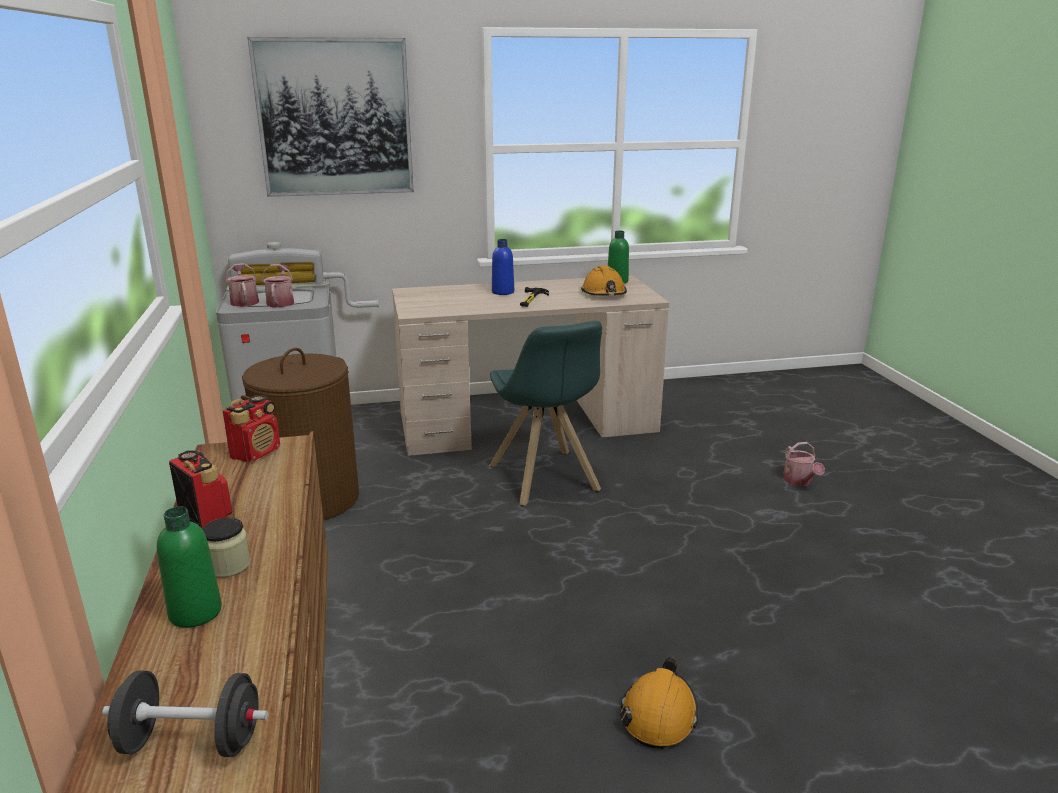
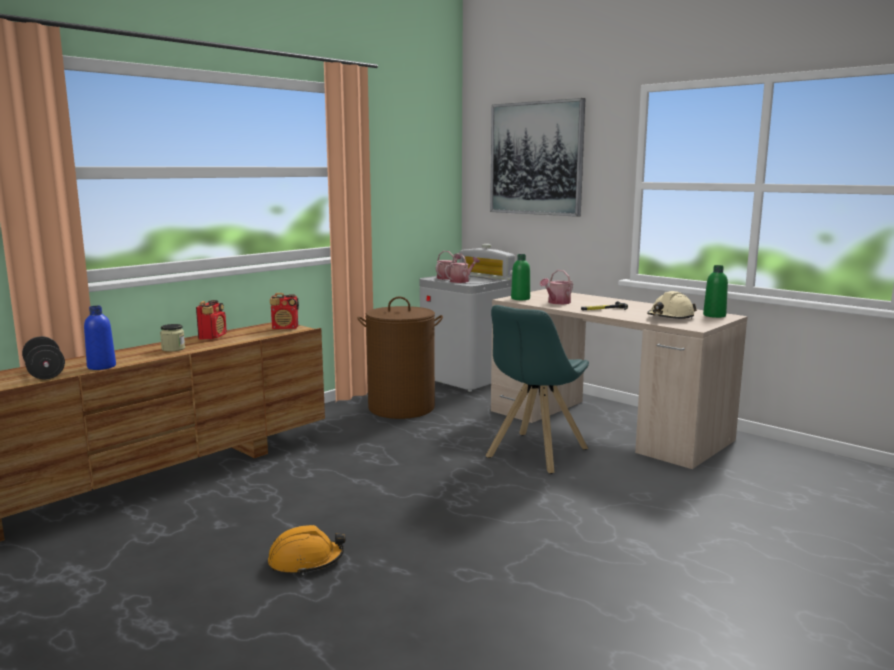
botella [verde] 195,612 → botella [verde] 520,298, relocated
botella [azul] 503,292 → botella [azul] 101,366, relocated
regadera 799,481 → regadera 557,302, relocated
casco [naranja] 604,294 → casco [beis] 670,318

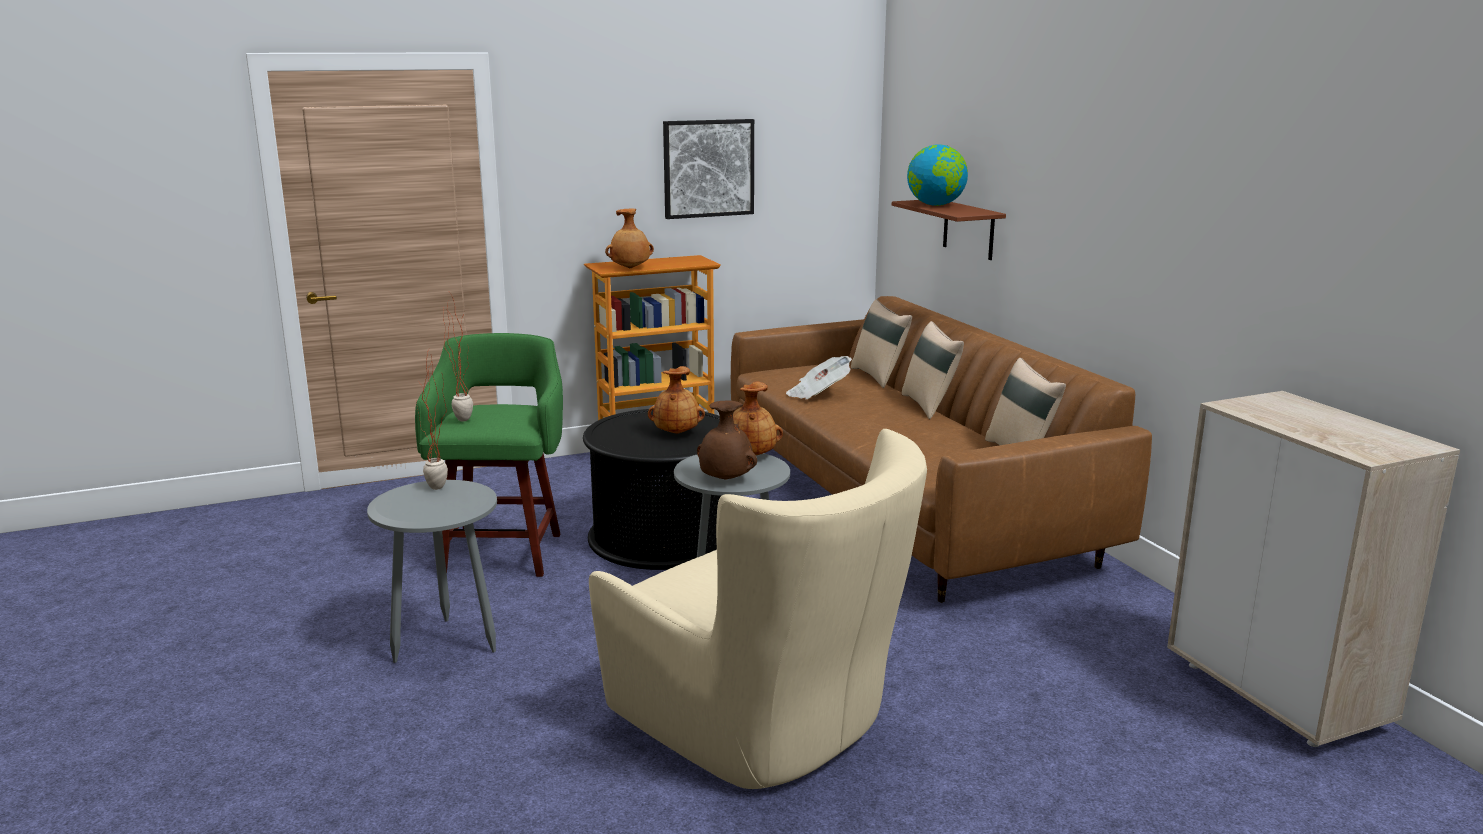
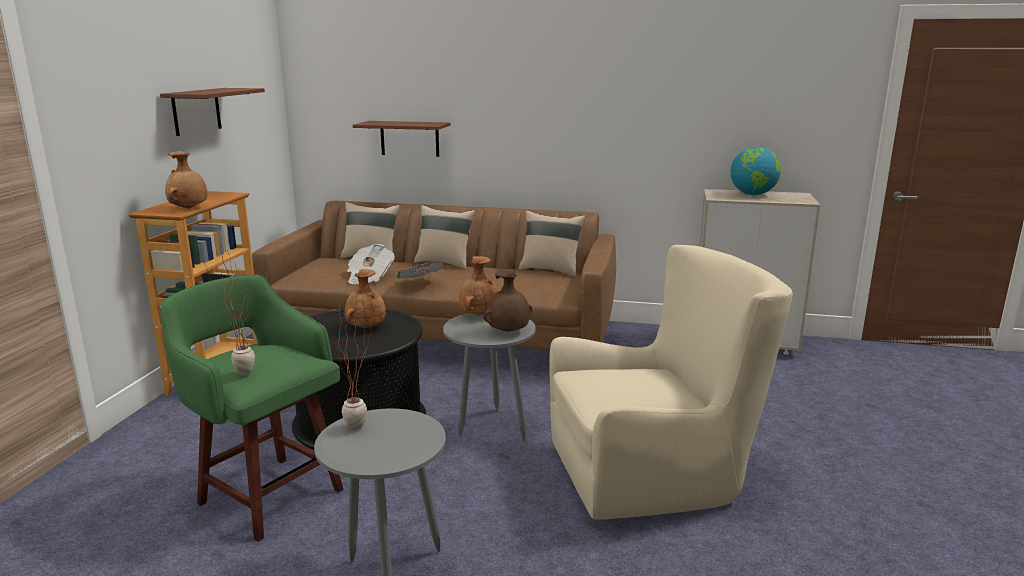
- → periódico 420,284
globo terráqueo 935,205 → globo terráqueo 753,194, relocated
cuadro 708,168 → estante [marrón] 196,111

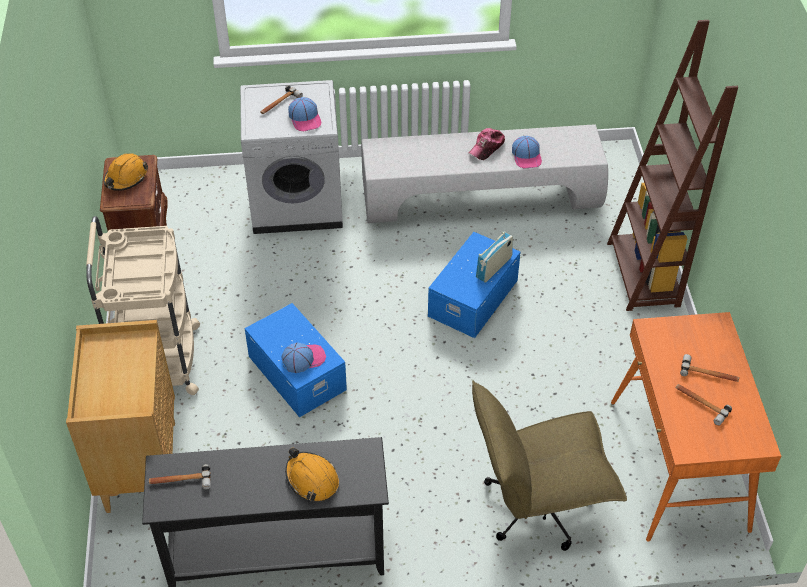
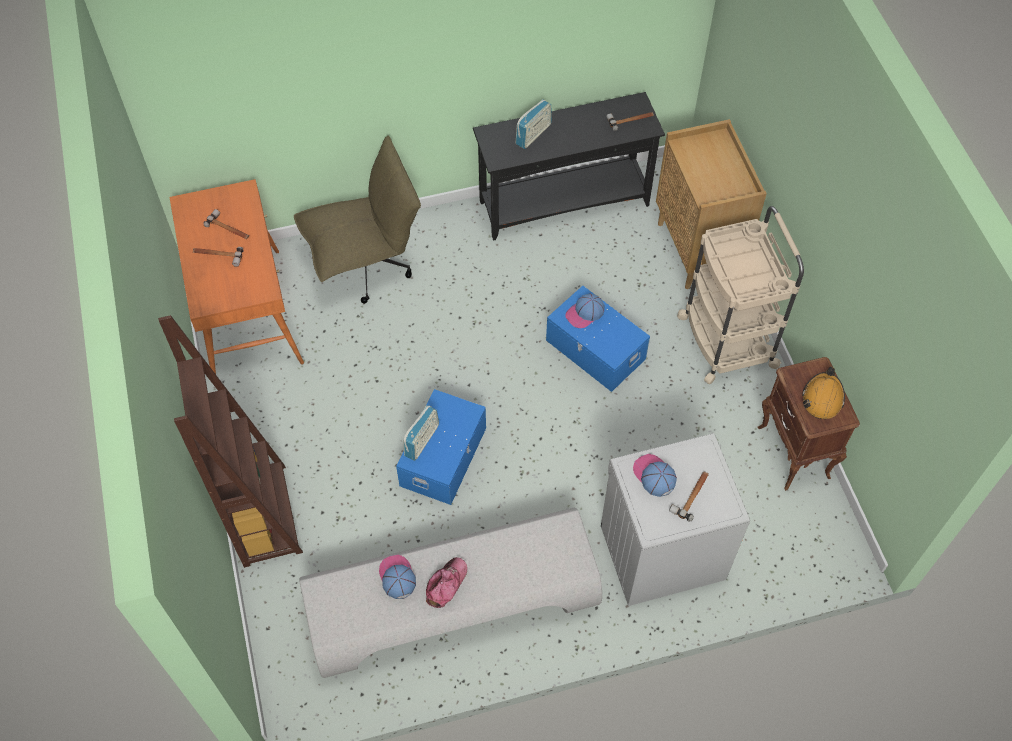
casco [naranja] 312,479 → radio 533,134

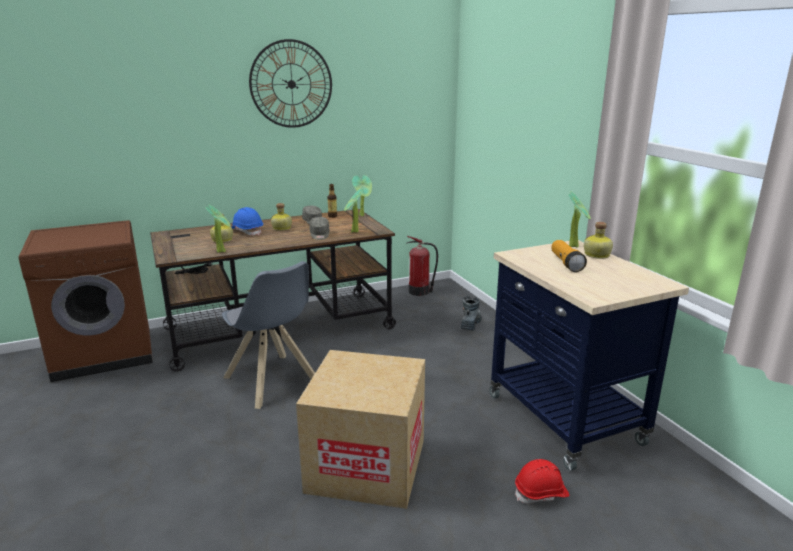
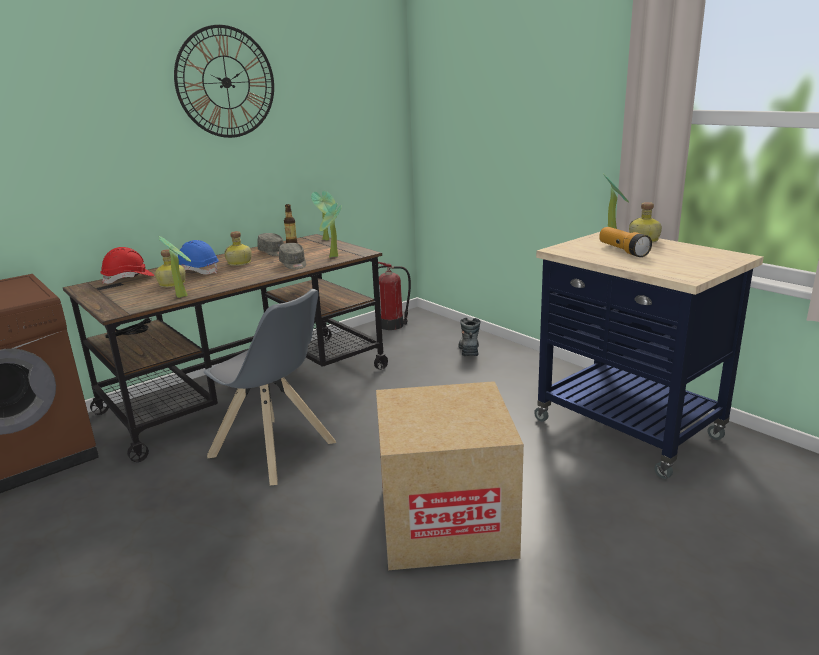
casco [rojo] 541,493 → casco [rojo] 128,279, relocated

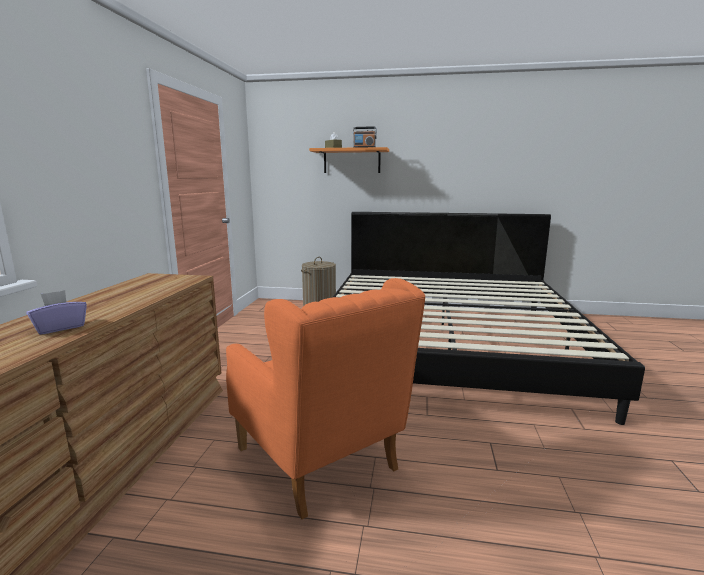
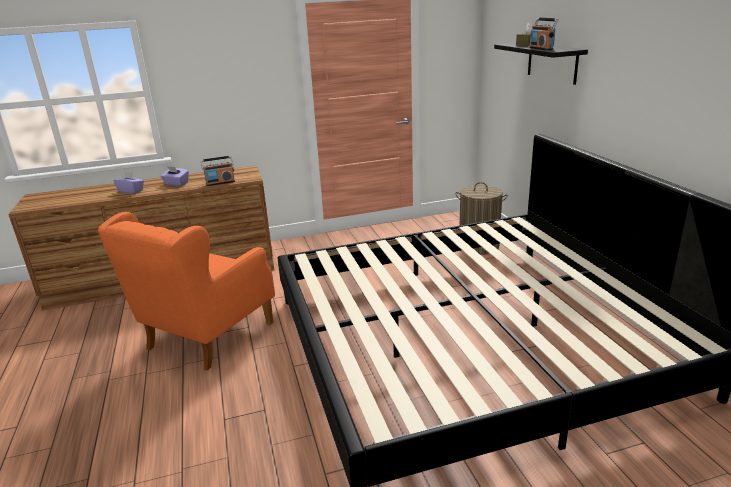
- → caja de pañuelos [morado] 176,184
- → radio 220,183
estante [naranja] 352,161 → estante [negro] 552,62

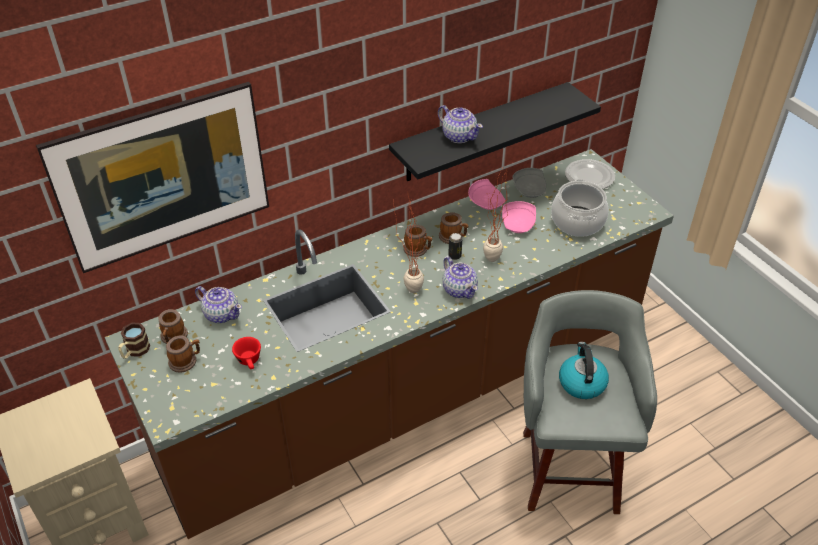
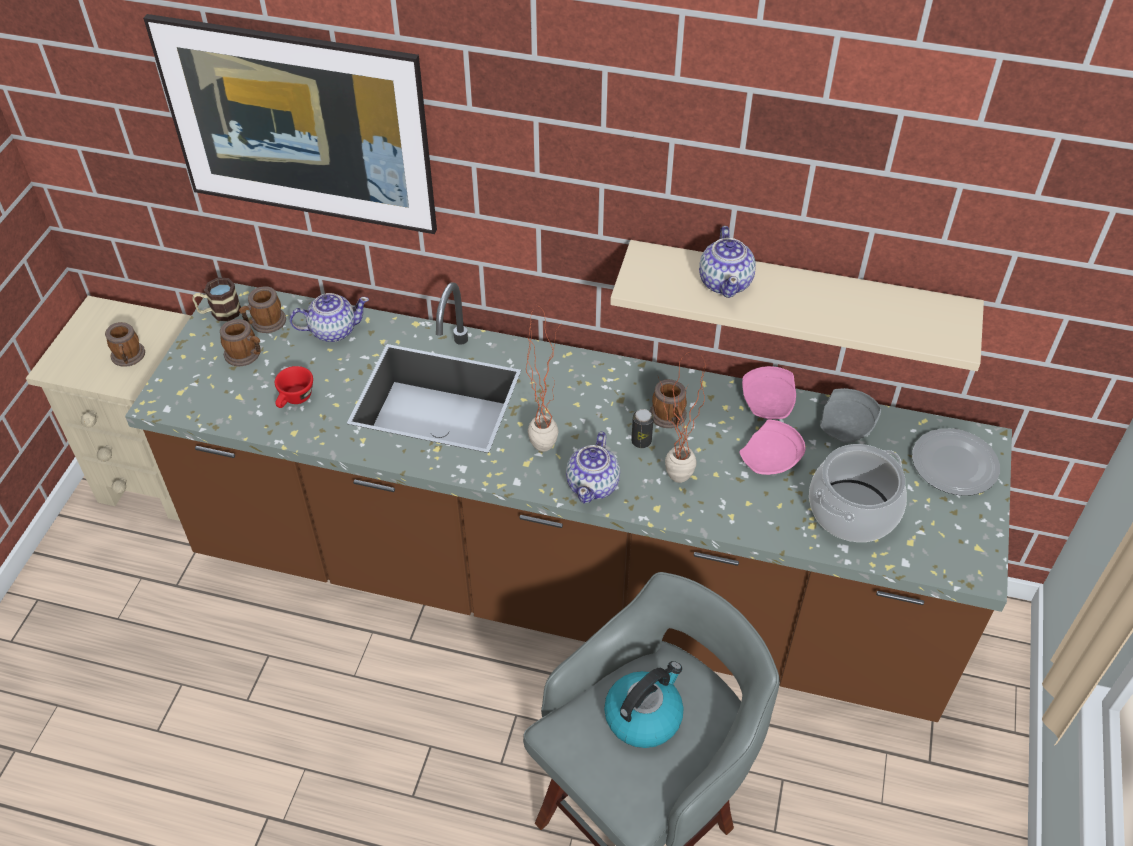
taza grande 418,249 → taza grande 128,358, relocated
estante [negro] 480,132 → estante [beis] 796,299
tetera 221,314 → tetera 332,330, 90 degrees counterclockwise

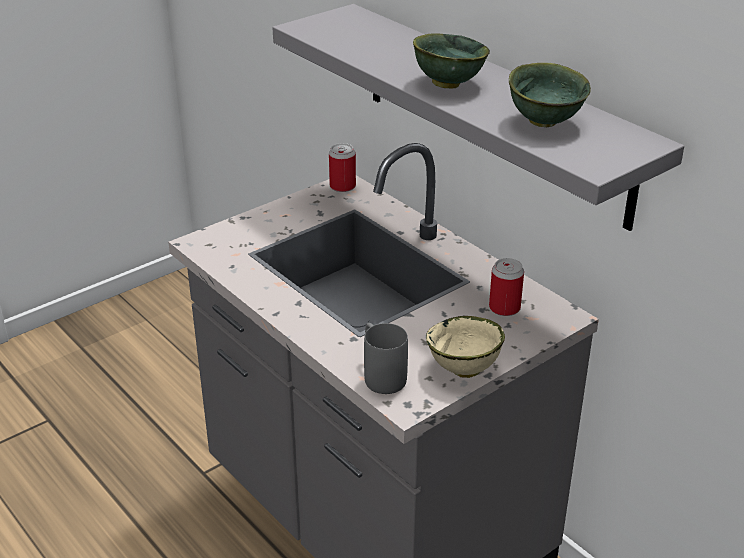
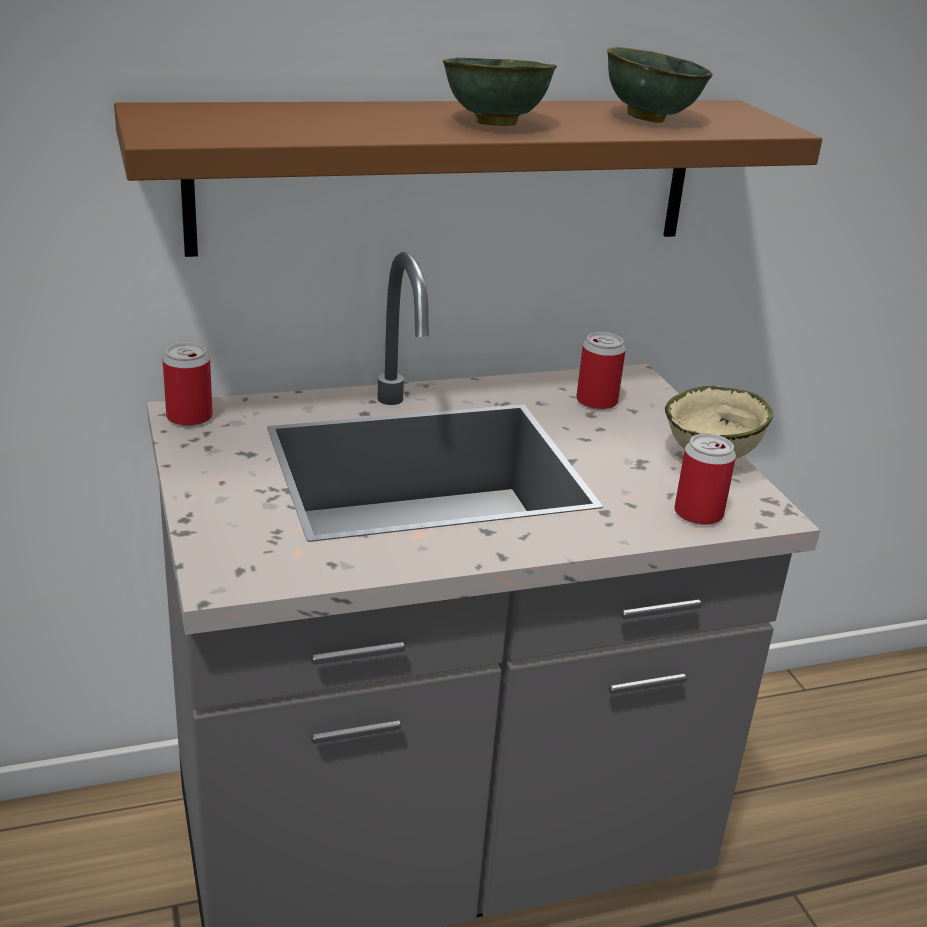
taza grande [gris] 380,375 → lata 698,514
estante [gris] 493,112 → estante [marrón] 448,174

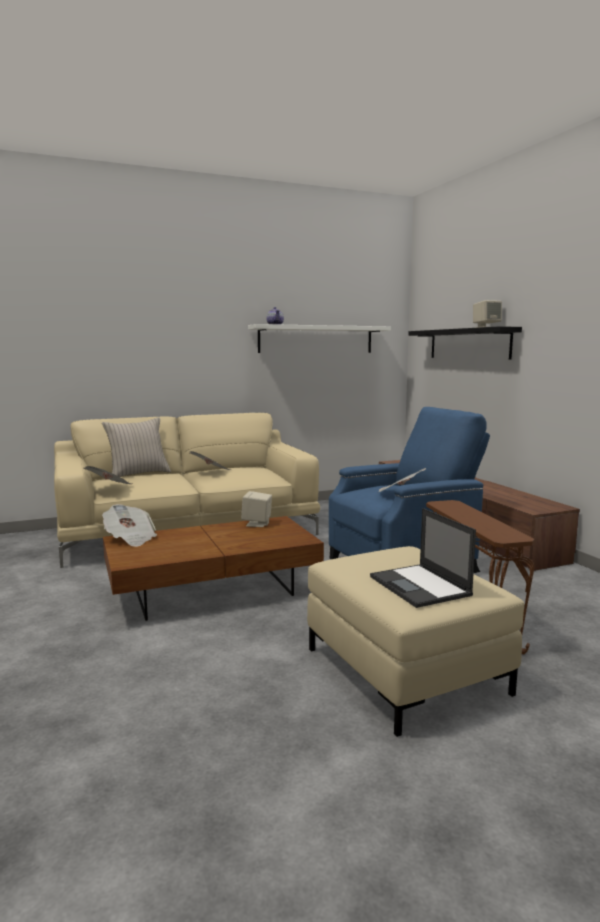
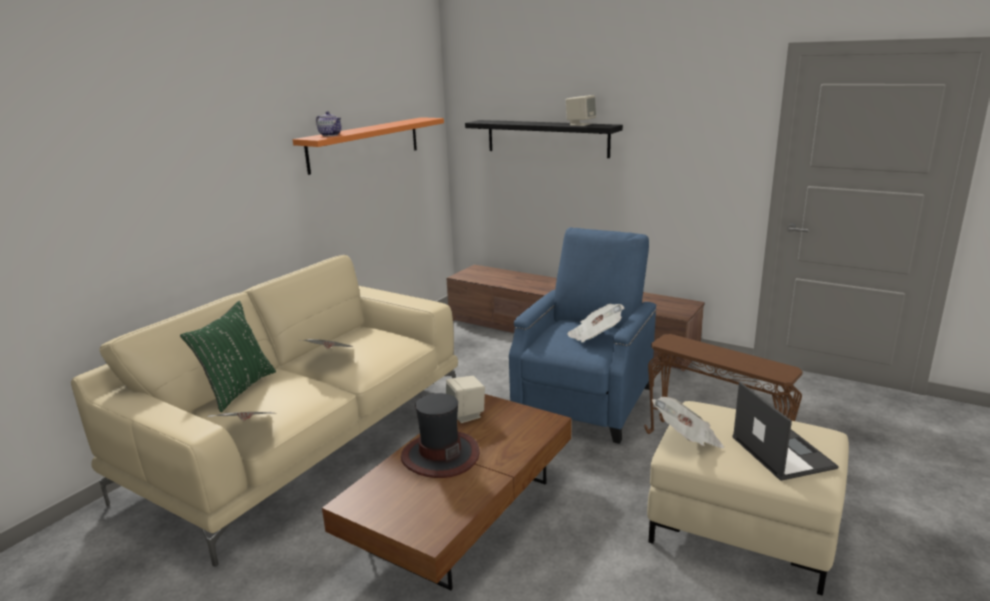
- → sombrero 440,455
periódico 130,539 → periódico 687,439, relocated
cojín [beis] 138,474 → cojín [verde] 237,389
estante [blanco] 316,339 → estante [naranja] 365,144
portátil 420,586 → portátil 781,452, 135 degrees counterclockwise

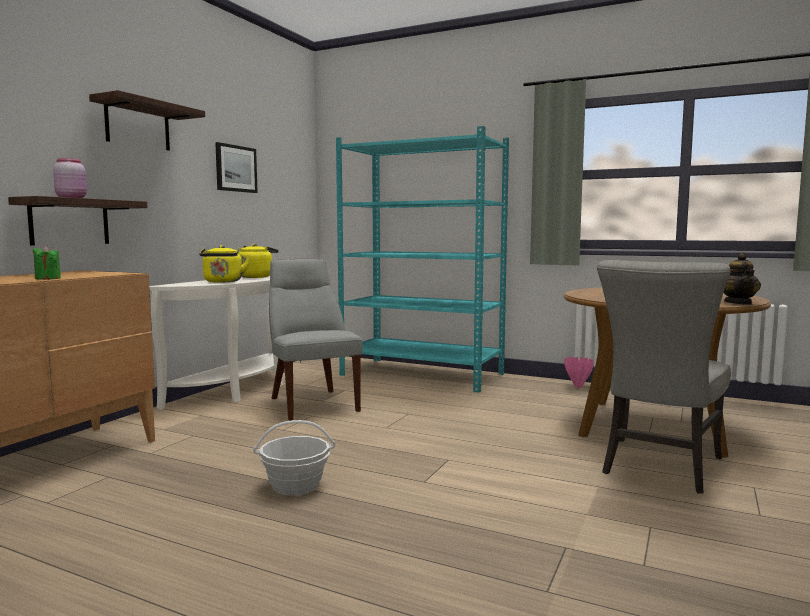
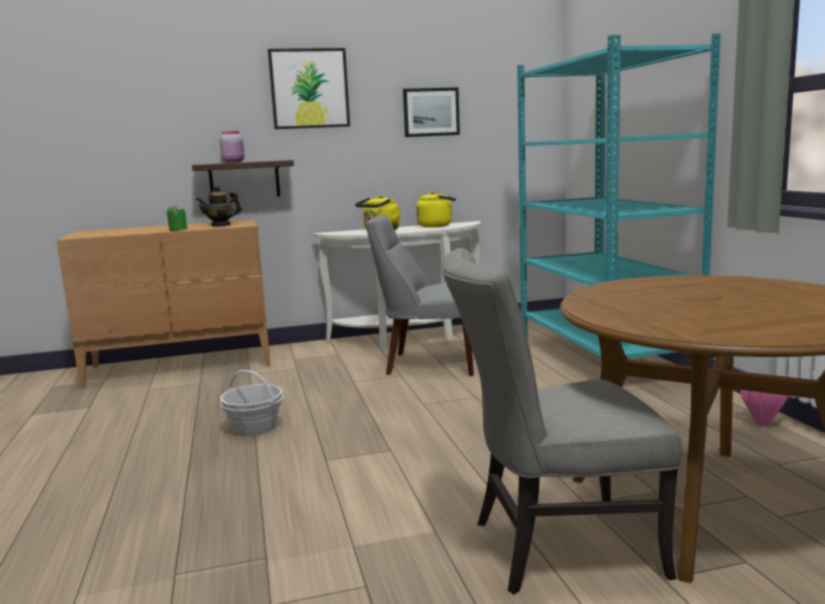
tetera 738,303 → tetera 221,225, relocated
estante 138,125 → cuadro 309,88
silla [gris] 312,403 → silla [gris] 428,364, 105 degrees counterclockwise

